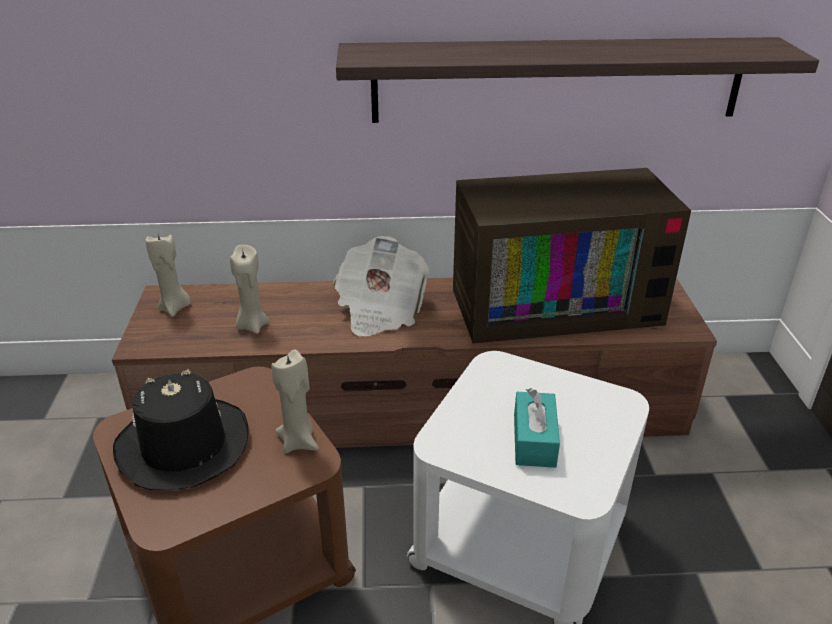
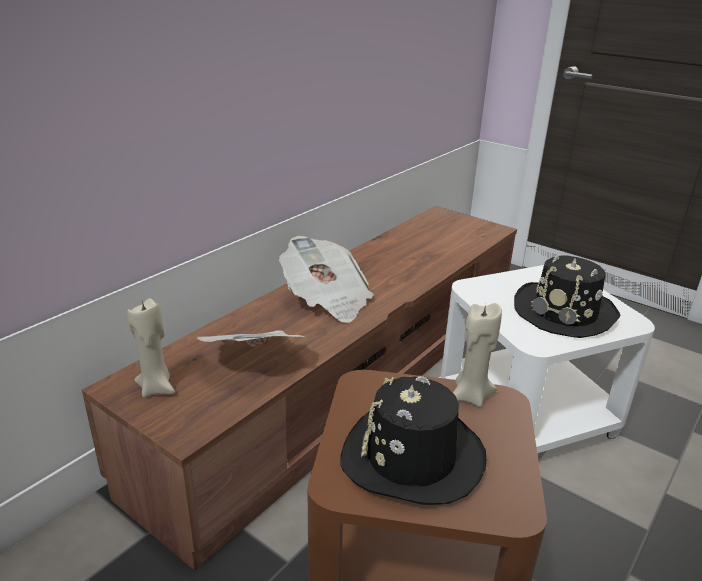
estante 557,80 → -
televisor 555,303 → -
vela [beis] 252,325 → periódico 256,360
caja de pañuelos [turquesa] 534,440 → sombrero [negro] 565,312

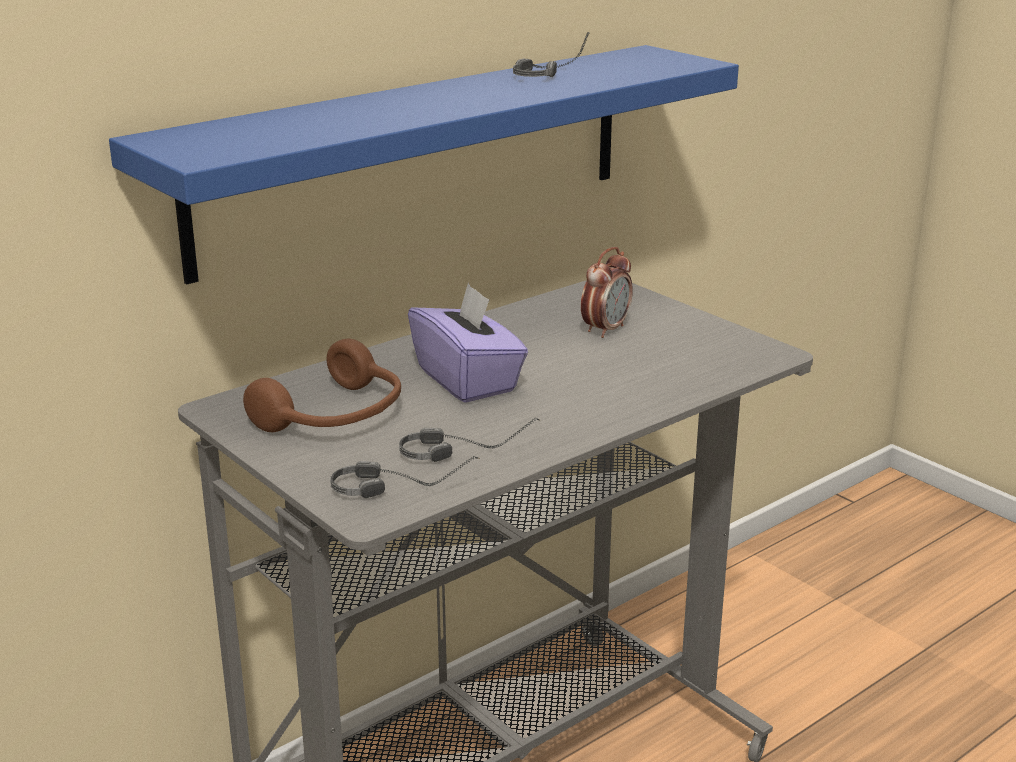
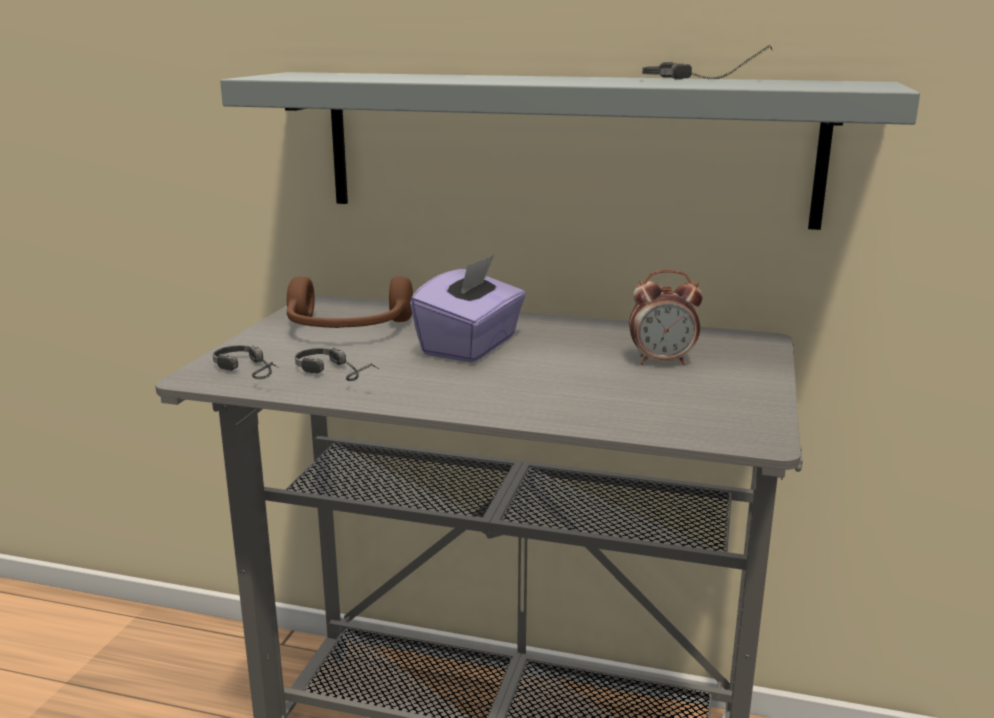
estante [azul] 417,156 → estante [gris] 565,147

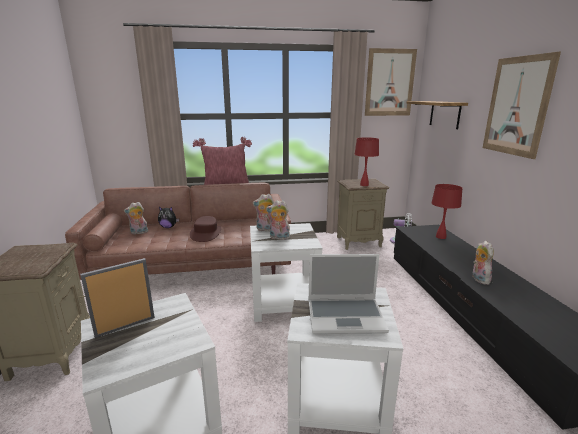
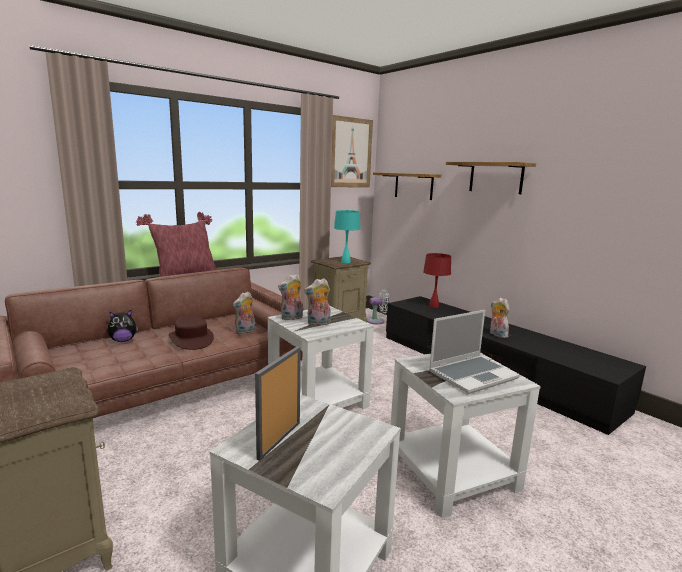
peluche 138,233 → peluche 245,332, relocated
cuadro 517,106 → estante 496,177
lámpara de mesa [rojo] 364,185 → lámpara de mesa [turquesa] 345,262

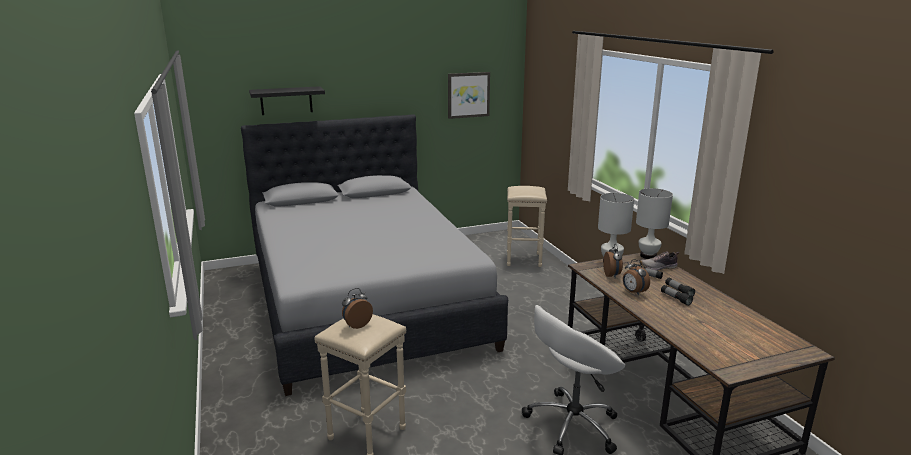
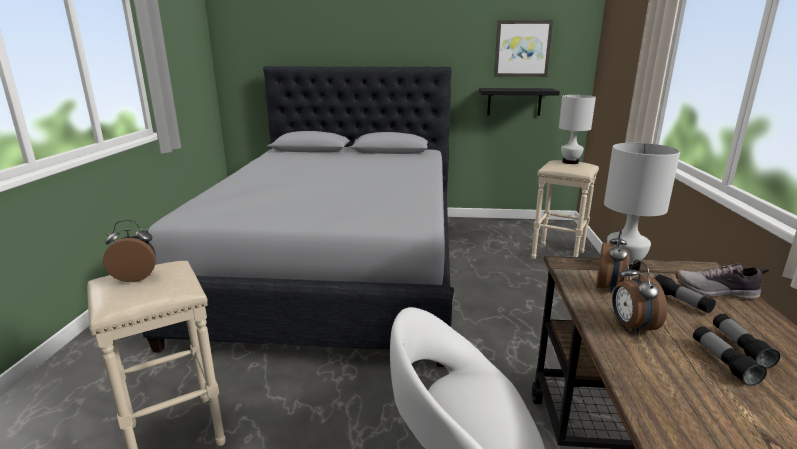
estante [negro] 286,100 → estante [negro] 514,101, relocated
lámpara de mesa [blanco] 648,256 → lámpara de mesa [blanco] 570,162, relocated

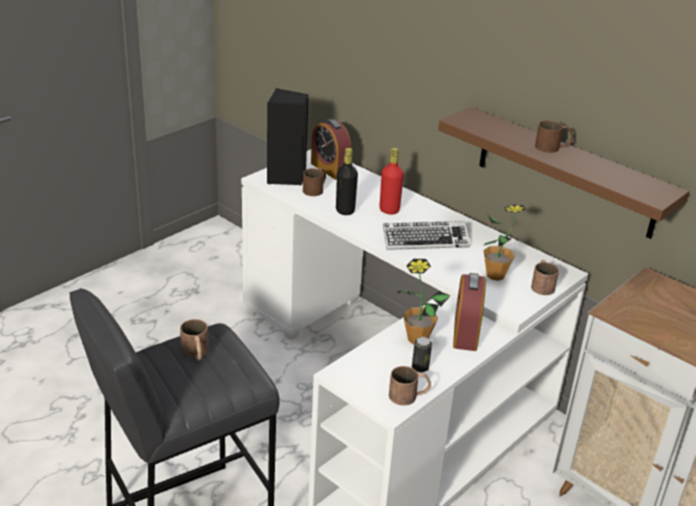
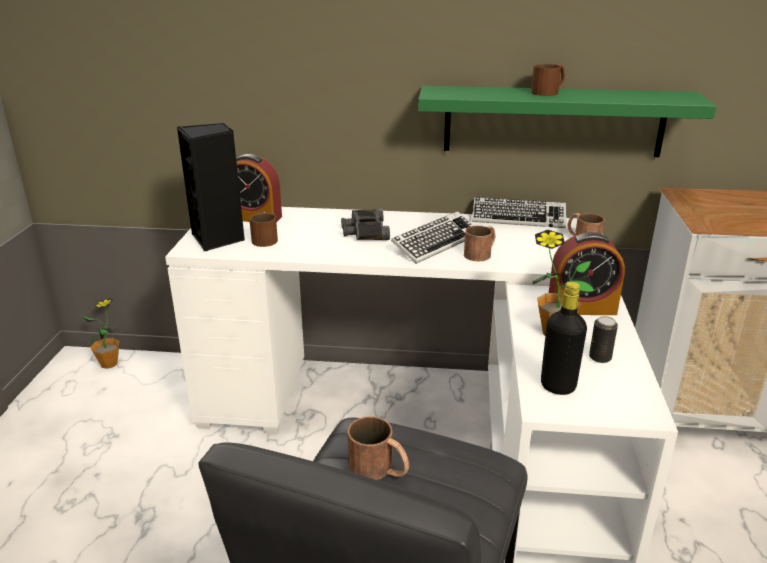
- → teclado 518,218
botella [negro] 345,211 → botella [negro] 558,386, relocated
taza grande [marrón] 409,395 → taza grande [marrón] 481,253, relocated
planta en maceta 495,275 → planta en maceta 109,363, relocated
botella [rojo] 389,210 → prismáticos [negro] 365,231
estante [marrón] 566,173 → estante [verde] 553,121
despertador 465,333 → despertador 581,308, 60 degrees counterclockwise

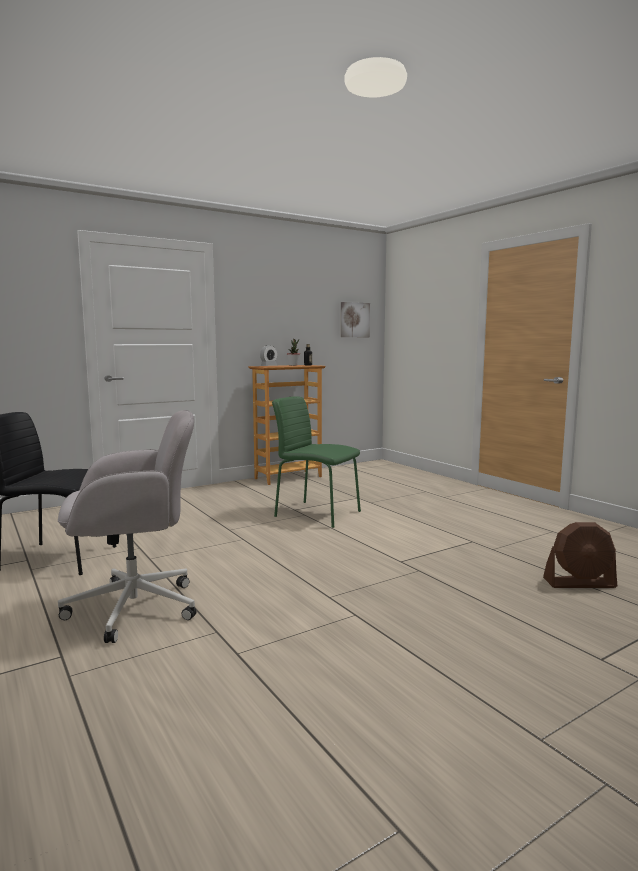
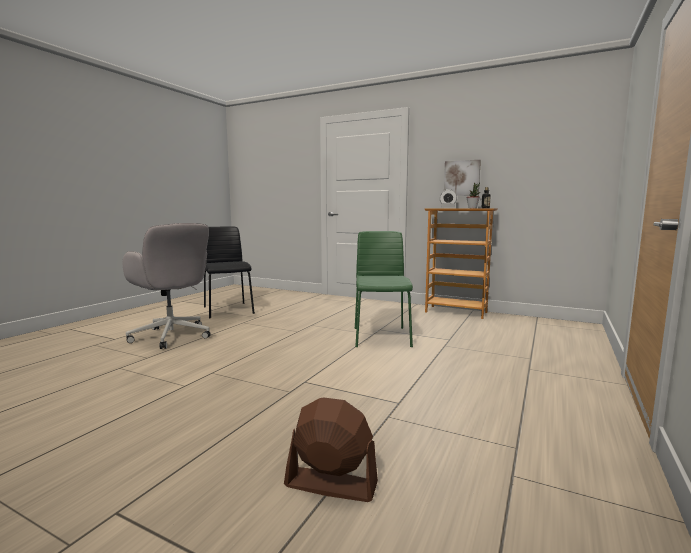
cuadro 354,320 → cuadro 462,178, relocated
ventilador [marrón] 579,583 → ventilador [marrón] 330,484, 135 degrees clockwise

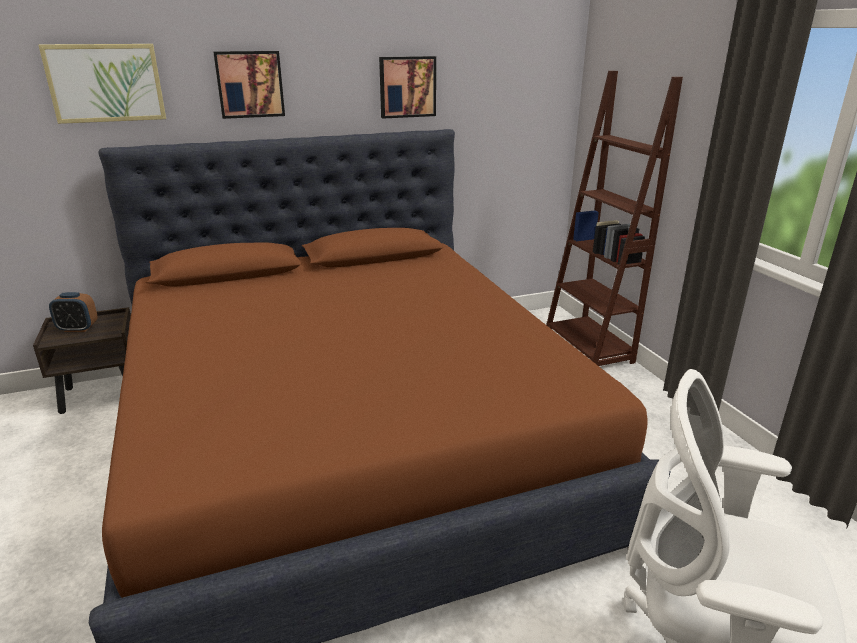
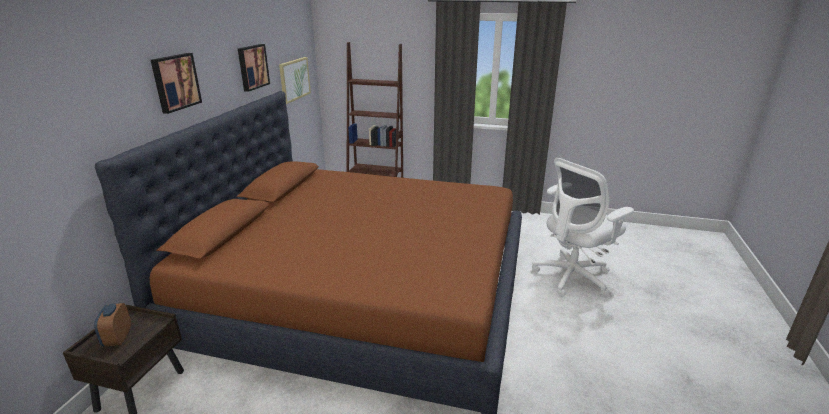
cuadro 106,83 → cuadro 294,79, relocated
despertador 78,329 → despertador 118,338, 135 degrees clockwise

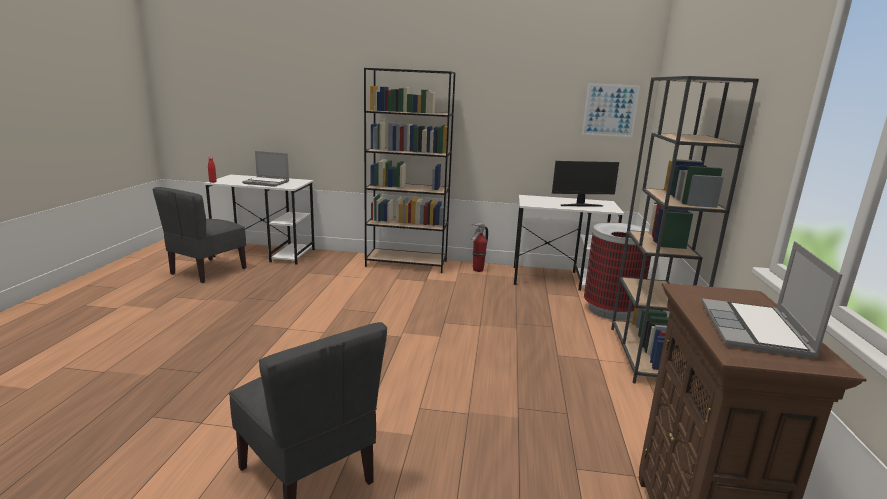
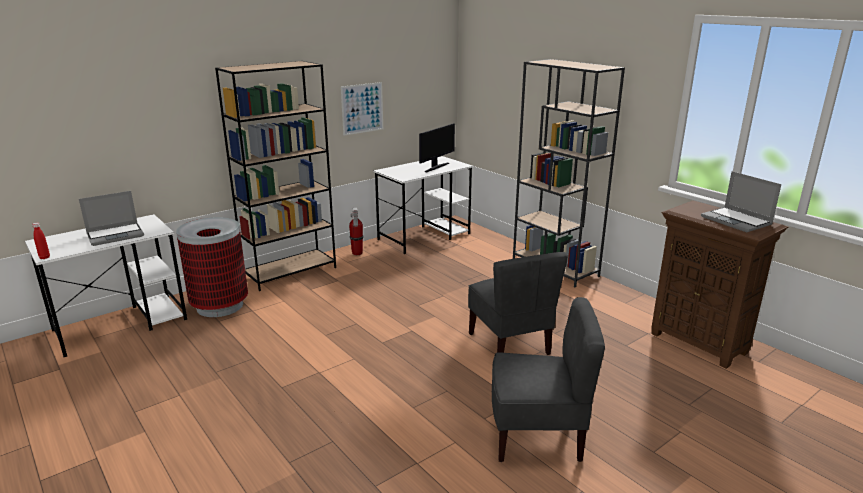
silla [gris] 207,271 → silla [gris] 510,344, relocated
cuadro 610,110 → cuadro 362,108, relocated
papelera 611,310 → papelera 220,306, relocated

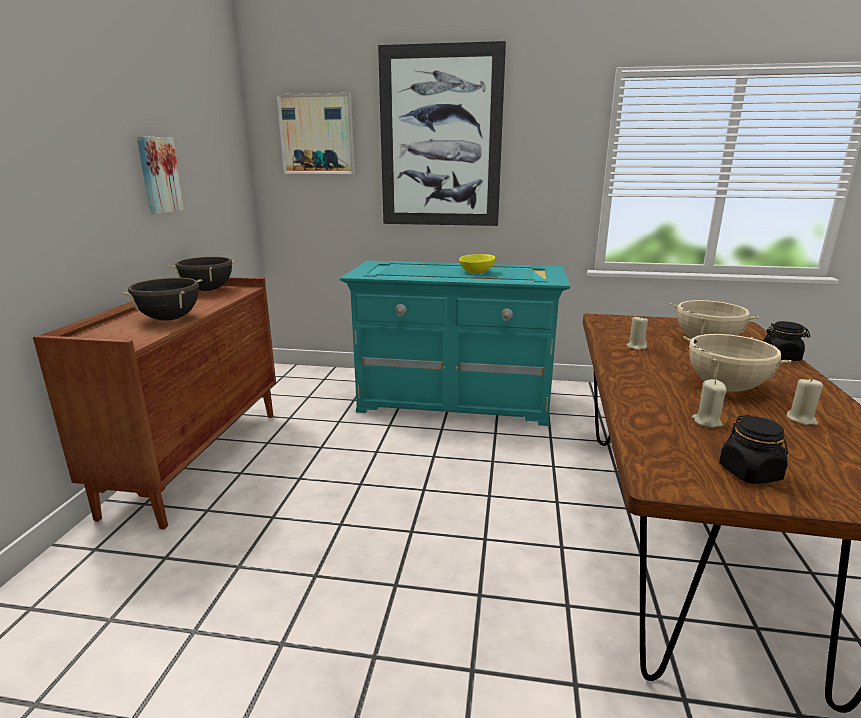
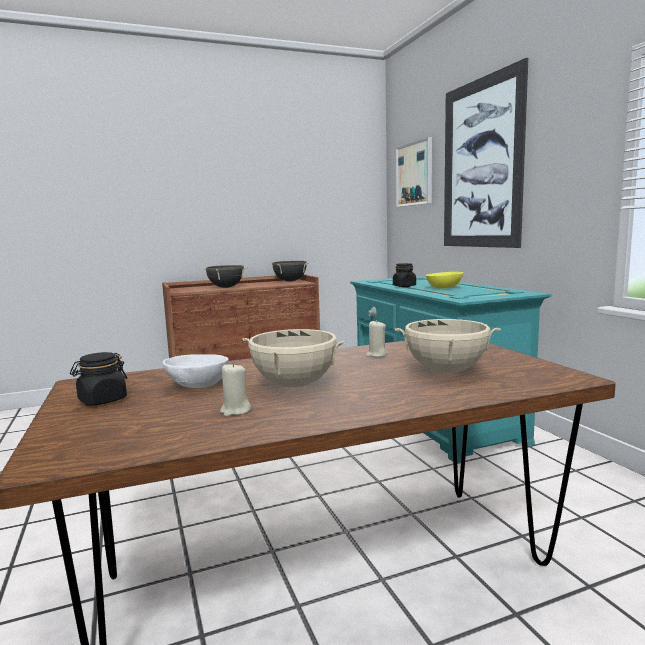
cuadro 158,175 → -
tarro [negro] 781,357 → tarro [negro] 404,286, relocated
vela [beis] 706,422 → cuenco [blanco] 197,385

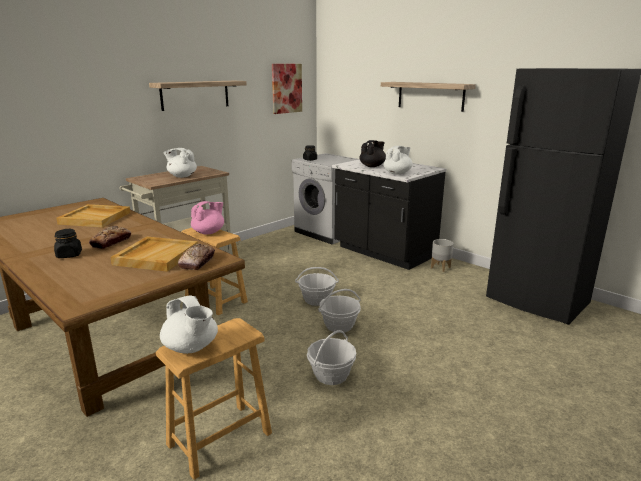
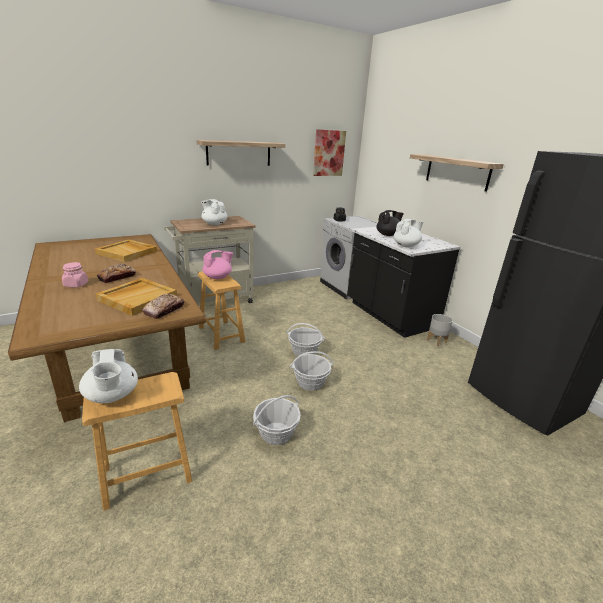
tarro [negro] 69,255 → tarro [rosa] 76,284

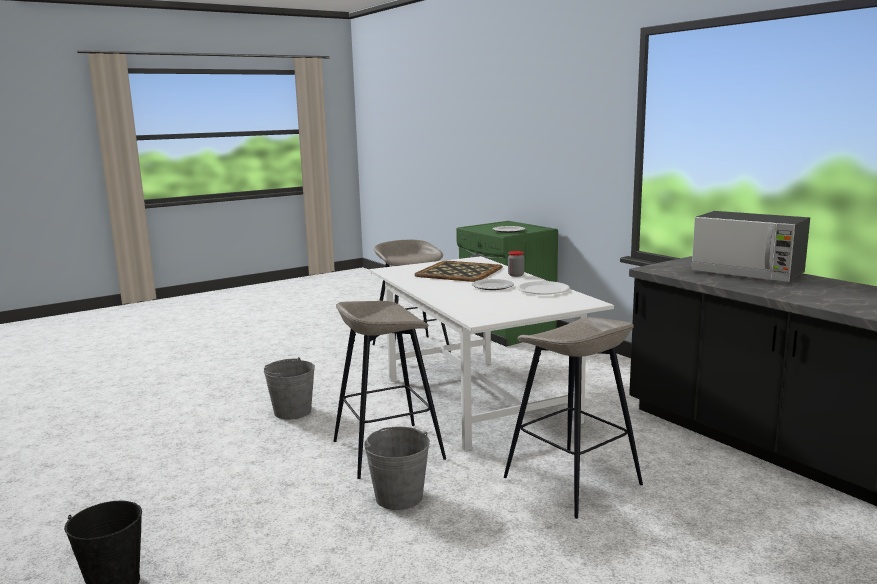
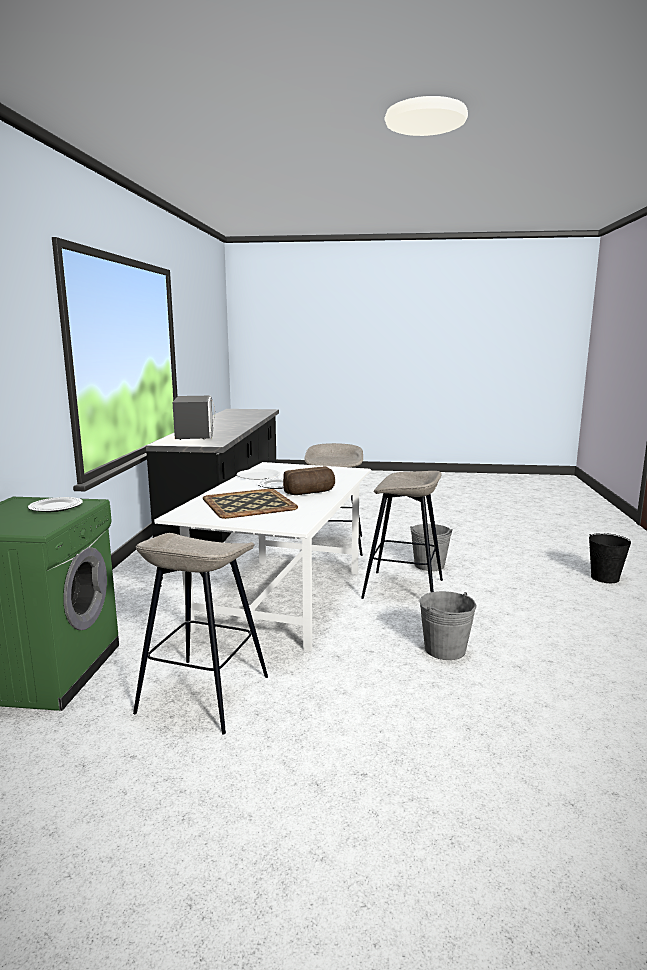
tarro 516,275 → -
- → pan 310,493

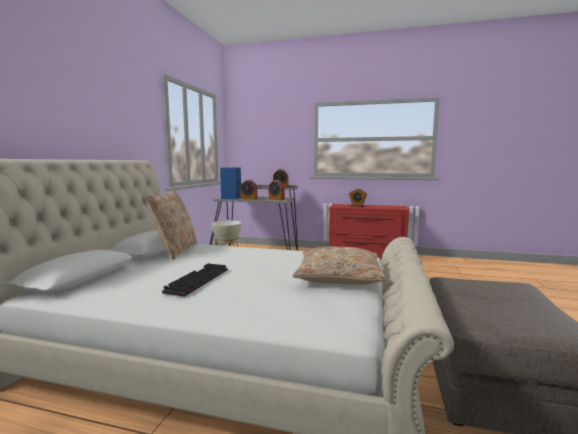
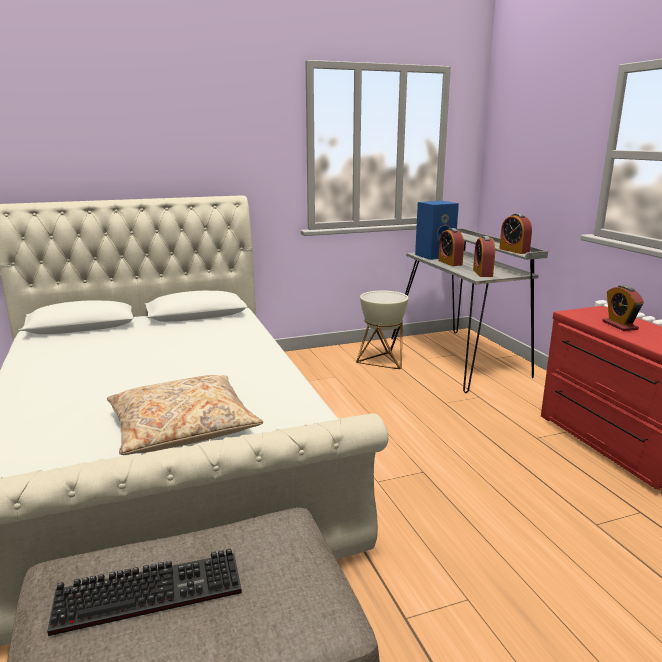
cojín [beis] 175,251 → -
teclado 197,280 → teclado 152,590, relocated

